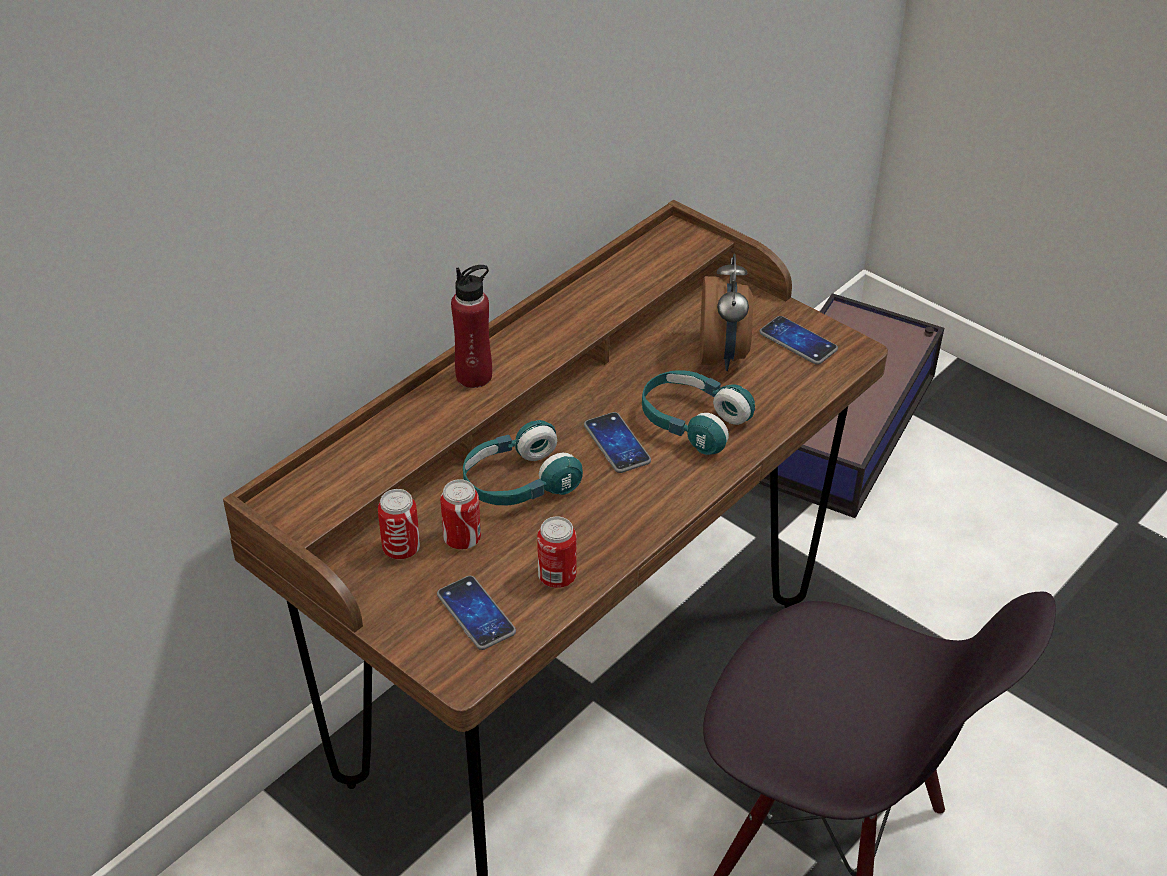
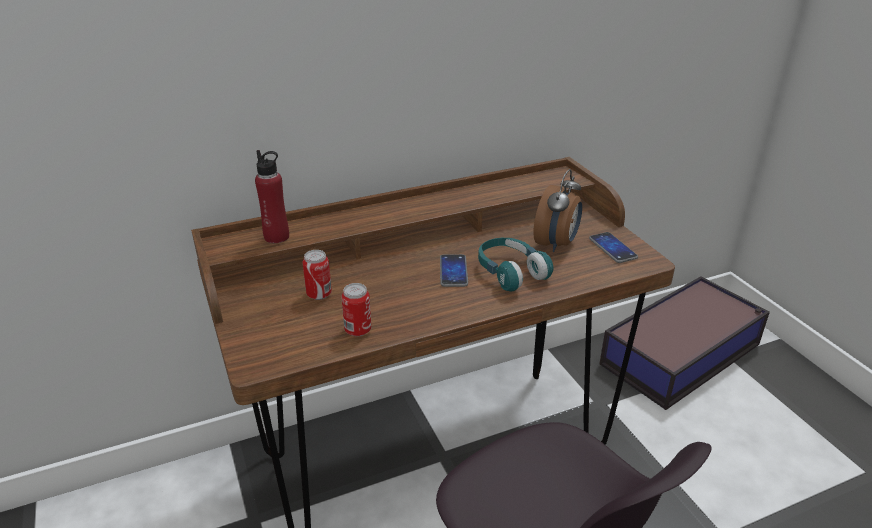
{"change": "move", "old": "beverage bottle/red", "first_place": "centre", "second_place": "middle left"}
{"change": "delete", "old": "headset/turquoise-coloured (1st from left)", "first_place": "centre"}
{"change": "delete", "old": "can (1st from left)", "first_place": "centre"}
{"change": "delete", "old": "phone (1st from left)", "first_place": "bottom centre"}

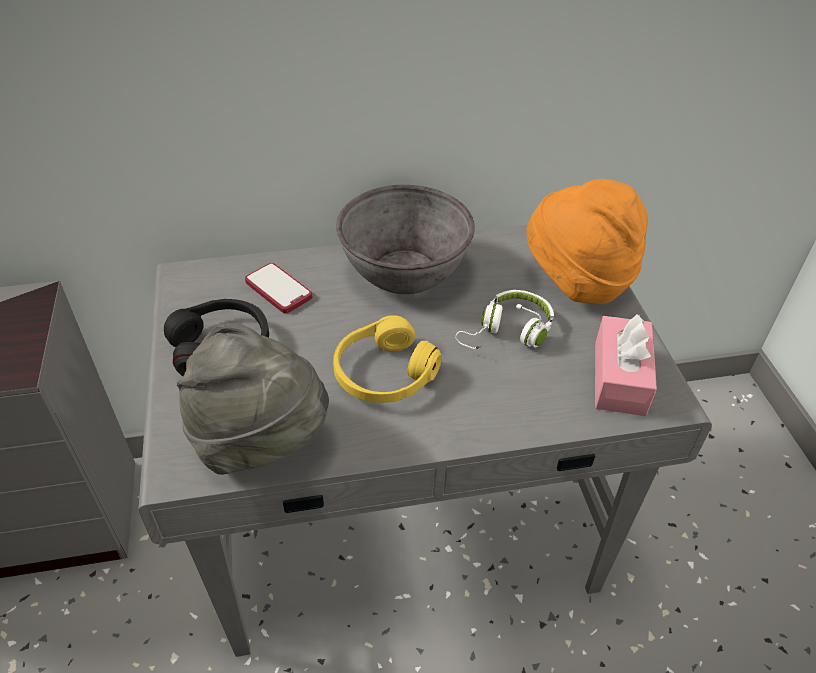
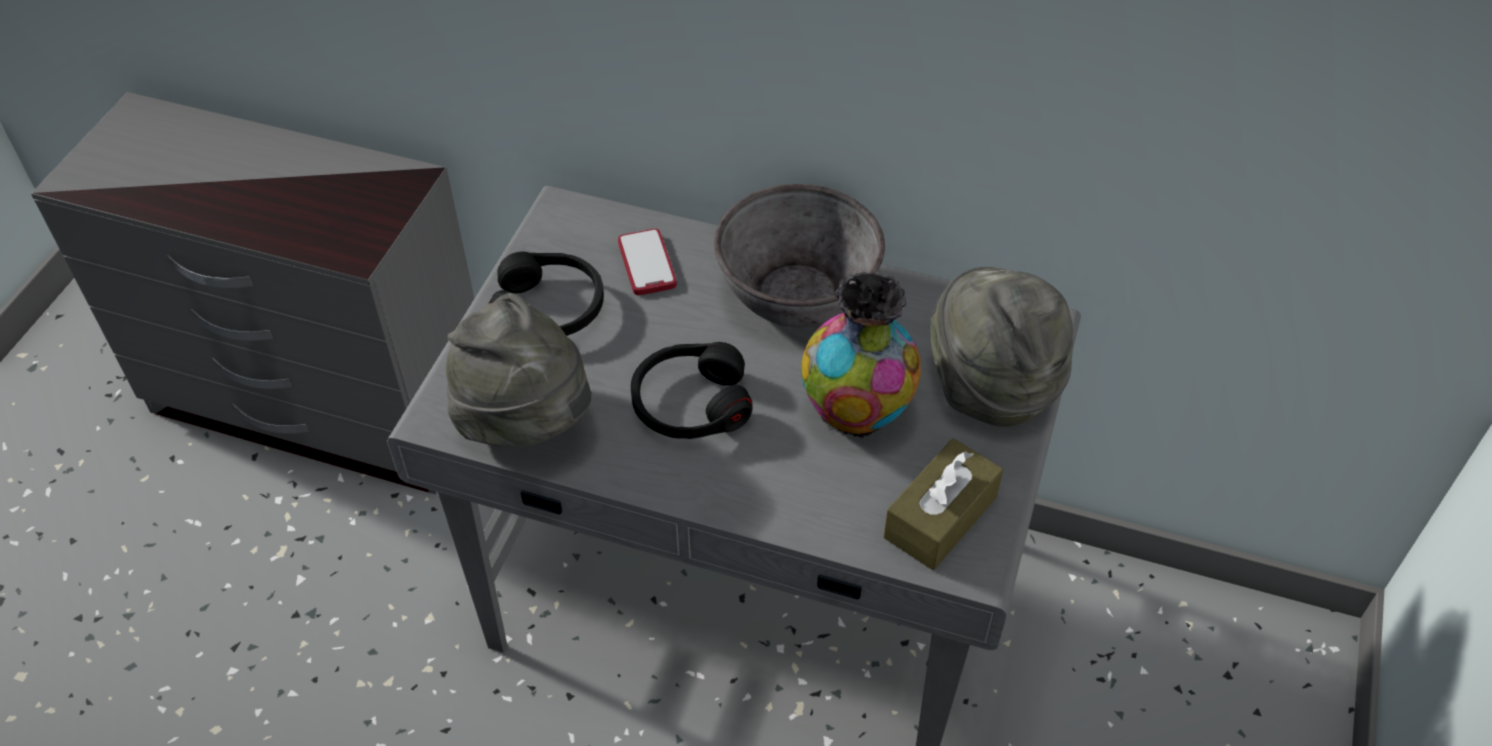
{"change": "recolor", "old": "wearable hat/orange-coloured", "new": "wearable hat/grey (2nd from left)", "first_place": "middle right", "second_place": "middle right"}
{"change": "replace", "old": "headset/whitish", "new": "flower vase", "first_place": "centre", "second_place": "centre"}
{"change": "recolor", "old": "tissue holder/pink-coloured", "new": "tissue holder/brown", "first_place": "middle right", "second_place": "bottom centre"}
{"change": "recolor", "old": "headset/yellowish", "new": "headset/blackish (2nd from left)", "first_place": "centre", "second_place": "centre"}

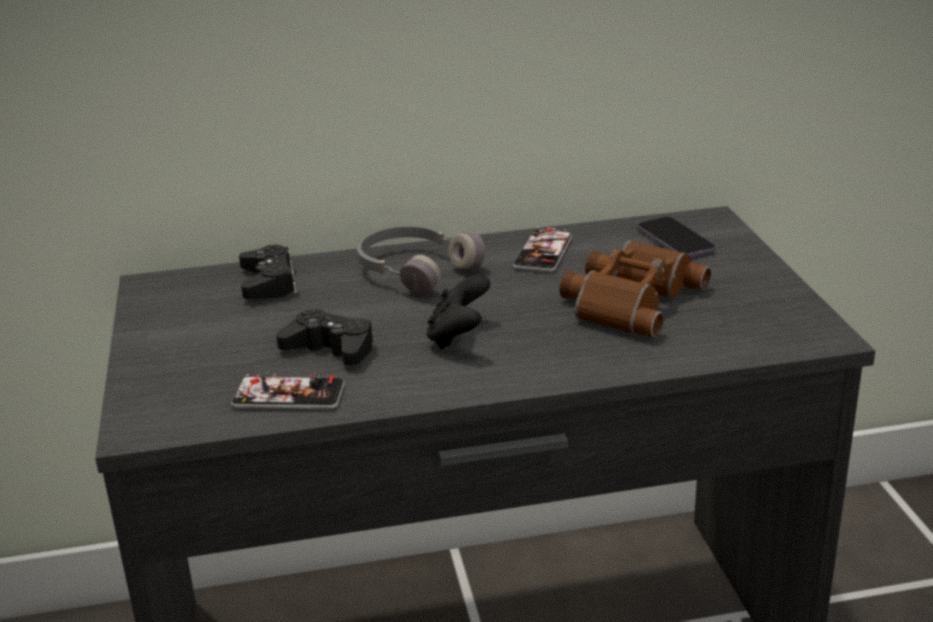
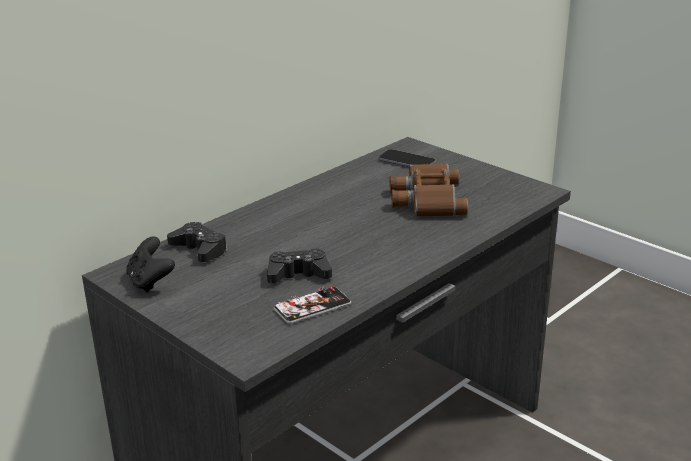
{"change": "delete", "old": "headset/grey", "first_place": "centre"}
{"change": "delete", "old": "phone (2nd from left)", "first_place": "centre"}
{"change": "move", "old": "gamepad/blackish (3rd from left in the first image)", "new": "gamepad/blackish (1st from left)", "first_place": "centre", "second_place": "middle left"}

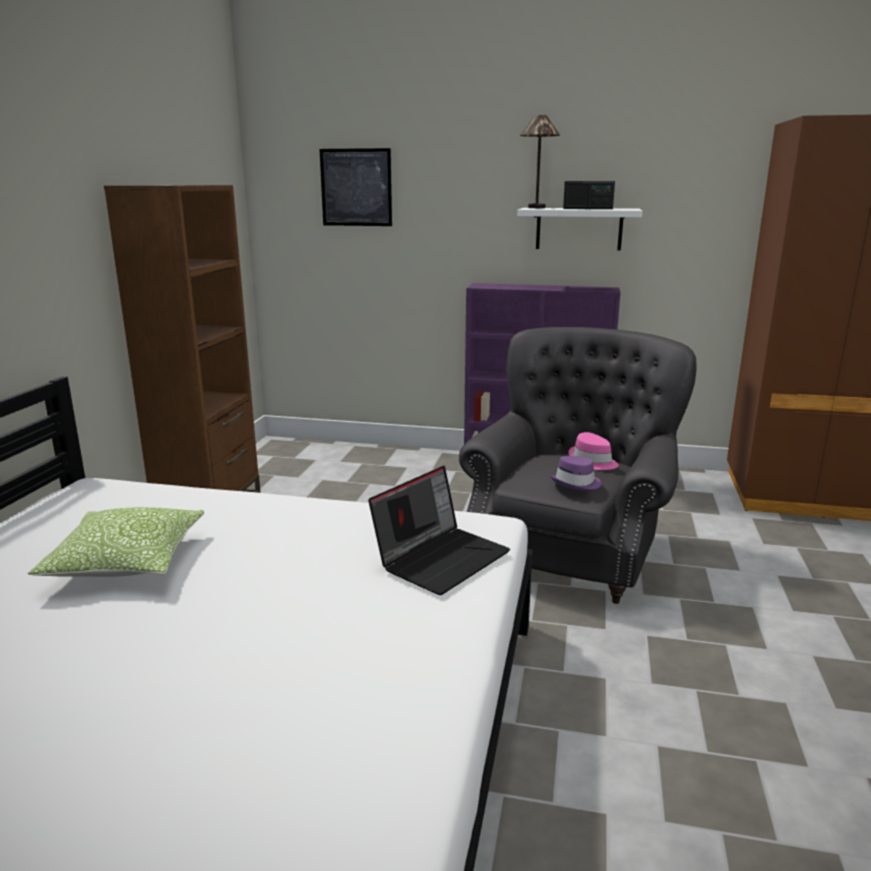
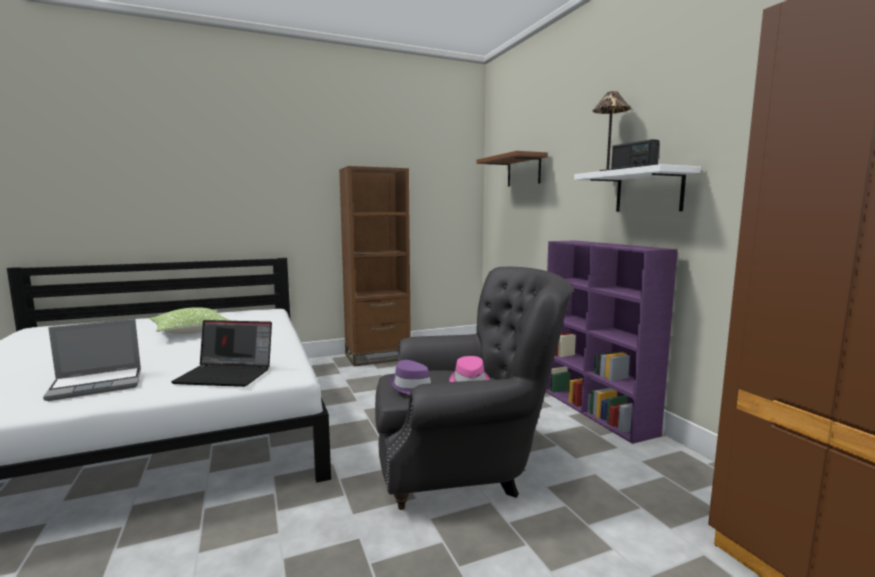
{"change": "replace", "old": "wall art", "new": "bracket shelf/brown", "first_place": "top centre", "second_place": "top centre"}
{"change": "insert", "new": "portable computer (1st from left)", "second_place": "middle left"}

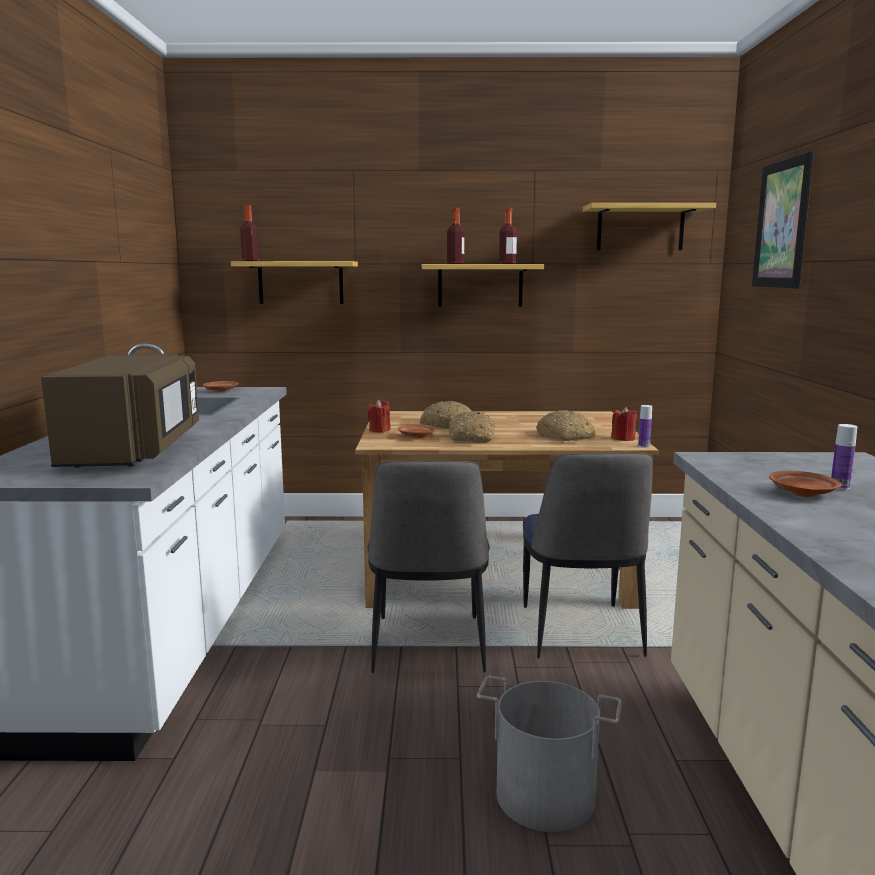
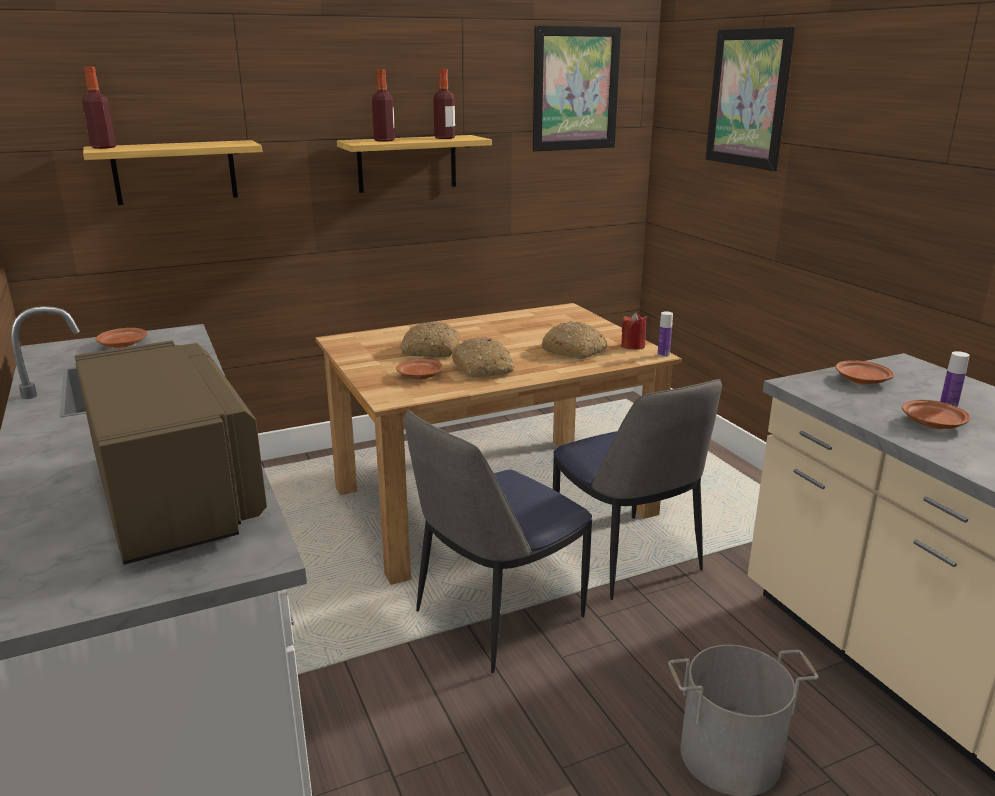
{"change": "replace", "old": "bracket shelf (3rd from left)", "new": "wall art (1st from left)", "first_place": "top right", "second_place": "top centre"}
{"change": "delete", "old": "wax candle/red (1st from left)", "first_place": "centre"}
{"change": "rotate", "old": "upright chair (1st from left)", "first_place": "centre", "second_place": "bottom centre", "degrees": 75}
{"change": "insert", "new": "plate/brown (3rd from left)", "second_place": "middle right"}

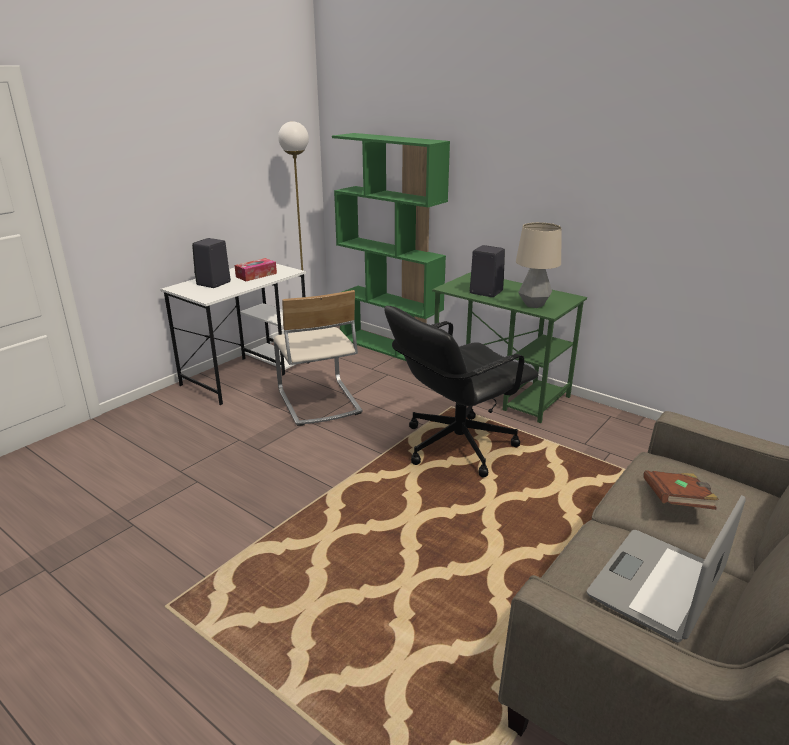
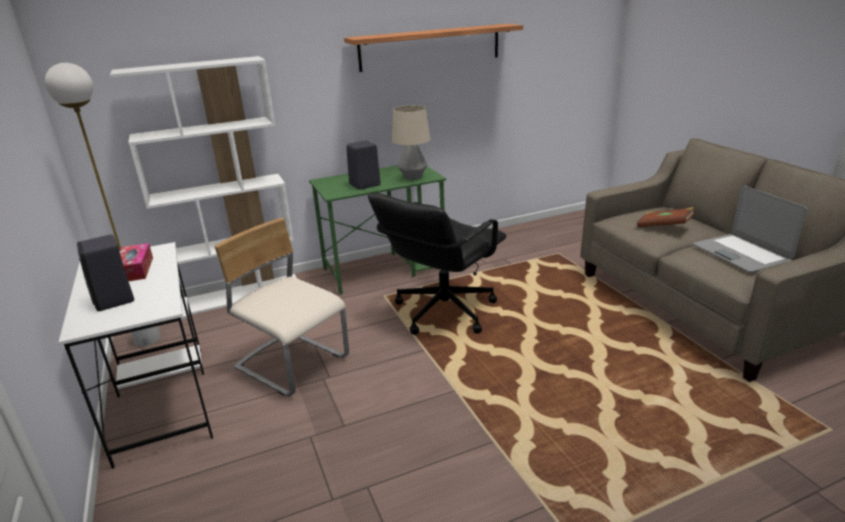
{"change": "recolor", "old": "bookcase/green-coloured", "new": "bookcase/whitish", "first_place": "top centre", "second_place": "middle left"}
{"change": "rotate", "old": "upright chair/sand-coloured", "first_place": "centre", "second_place": "middle left", "degrees": -150}
{"change": "rotate", "old": "computer chair/blackish", "first_place": "centre", "second_place": "centre", "degrees": 45}
{"change": "insert", "new": "bracket shelf", "second_place": "top centre"}

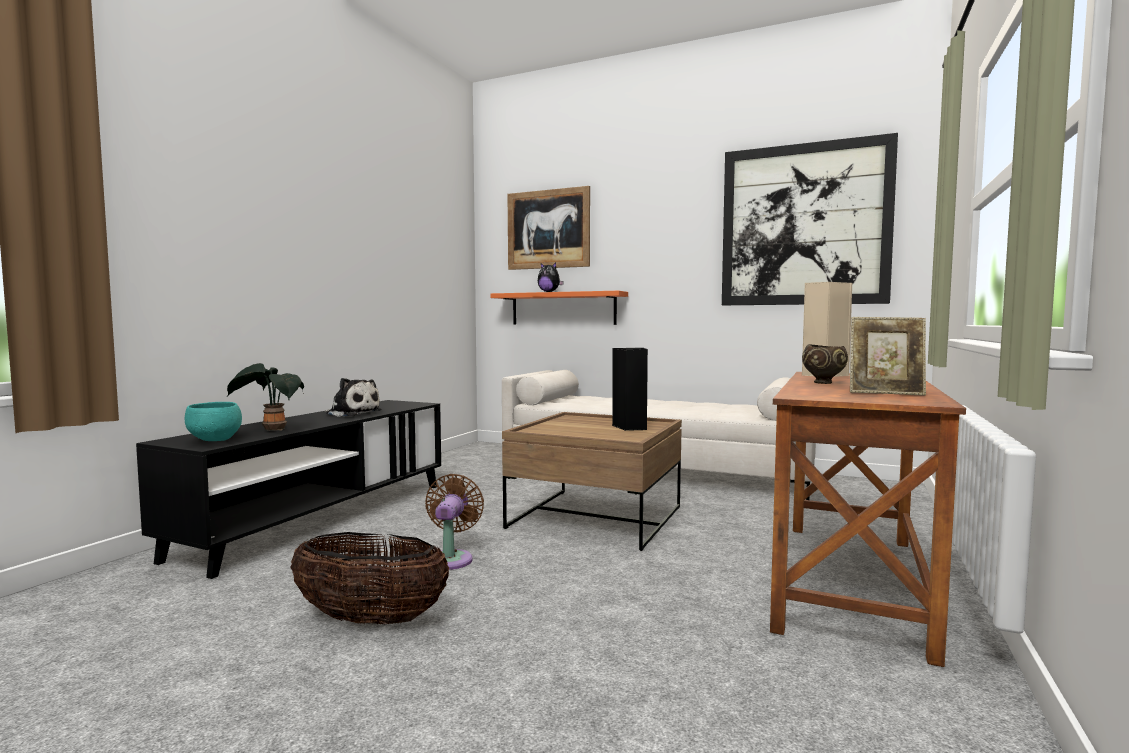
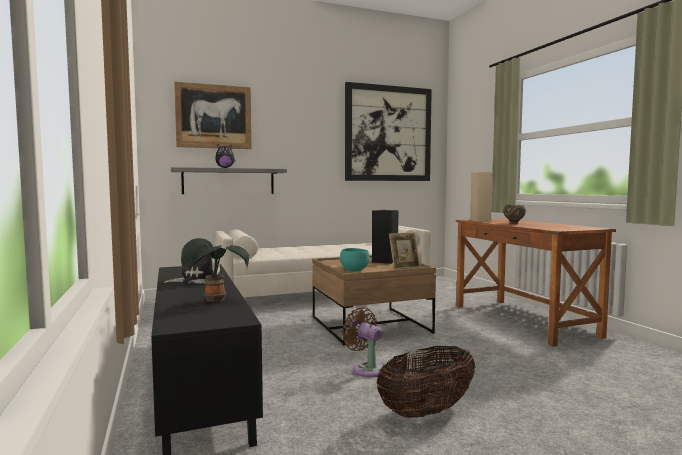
{"change": "recolor", "old": "bracket shelf/orange-coloured", "new": "bracket shelf/grey", "first_place": "centre", "second_place": "centre"}
{"change": "move", "old": "photo frame", "first_place": "middle right", "second_place": "centre"}
{"change": "move", "old": "bowl/turquoise-coloured", "first_place": "middle left", "second_place": "centre"}

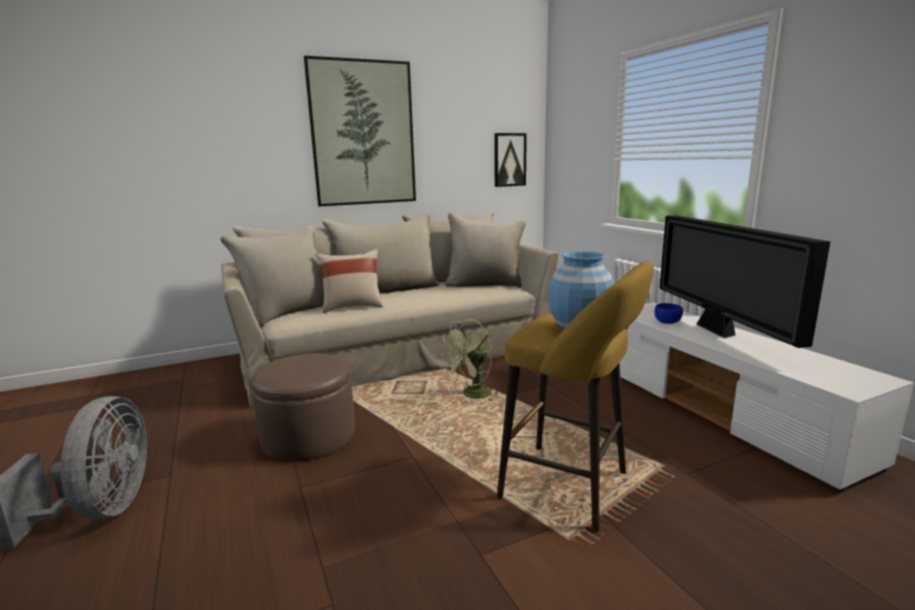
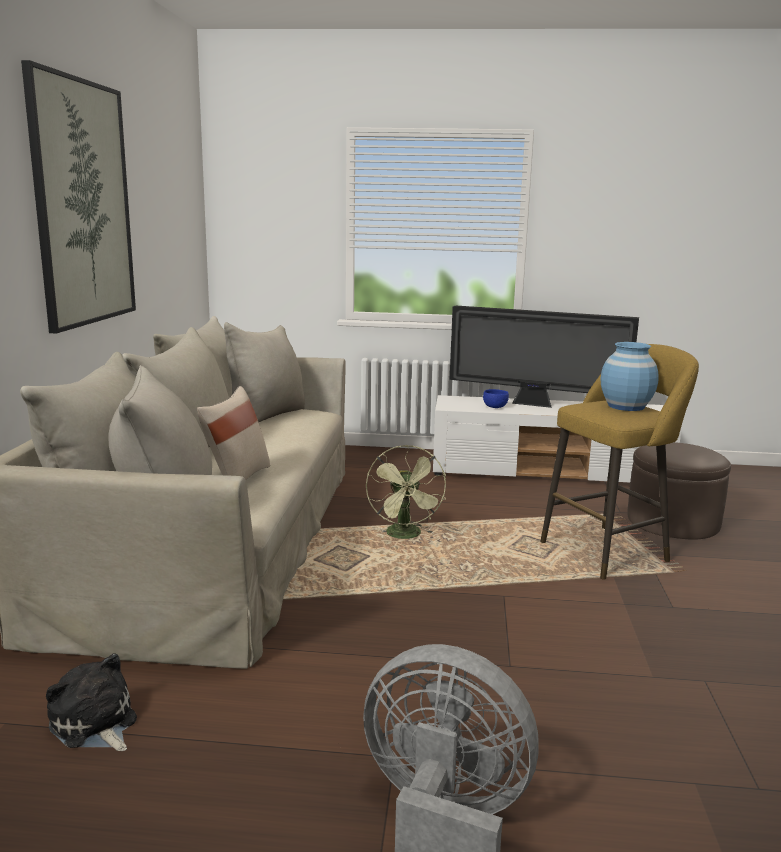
{"change": "delete", "old": "wall art (2nd from left)", "first_place": "top centre"}
{"change": "move", "old": "pouffe/brown", "first_place": "bottom left", "second_place": "middle right"}
{"change": "insert", "new": "plush toy", "second_place": "bottom left"}

